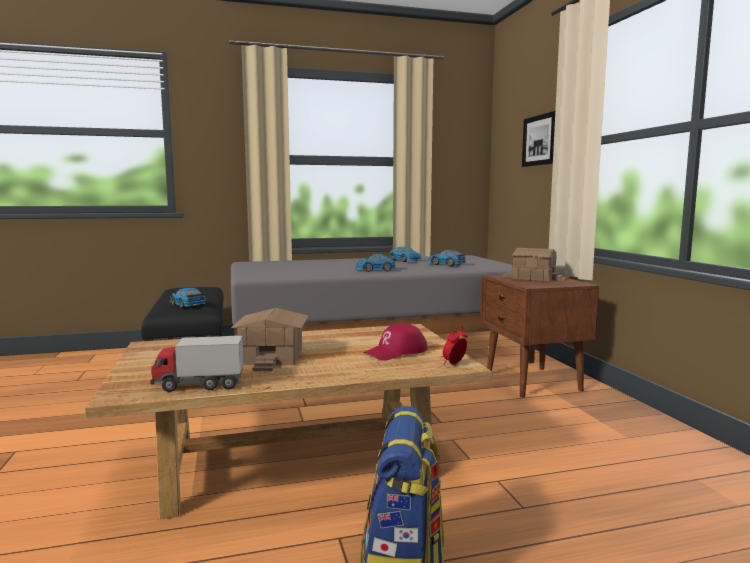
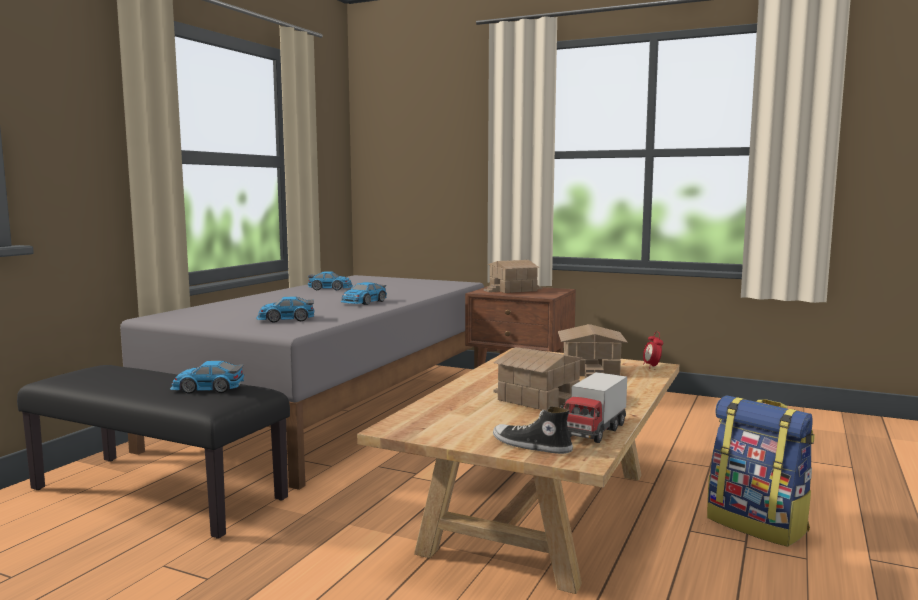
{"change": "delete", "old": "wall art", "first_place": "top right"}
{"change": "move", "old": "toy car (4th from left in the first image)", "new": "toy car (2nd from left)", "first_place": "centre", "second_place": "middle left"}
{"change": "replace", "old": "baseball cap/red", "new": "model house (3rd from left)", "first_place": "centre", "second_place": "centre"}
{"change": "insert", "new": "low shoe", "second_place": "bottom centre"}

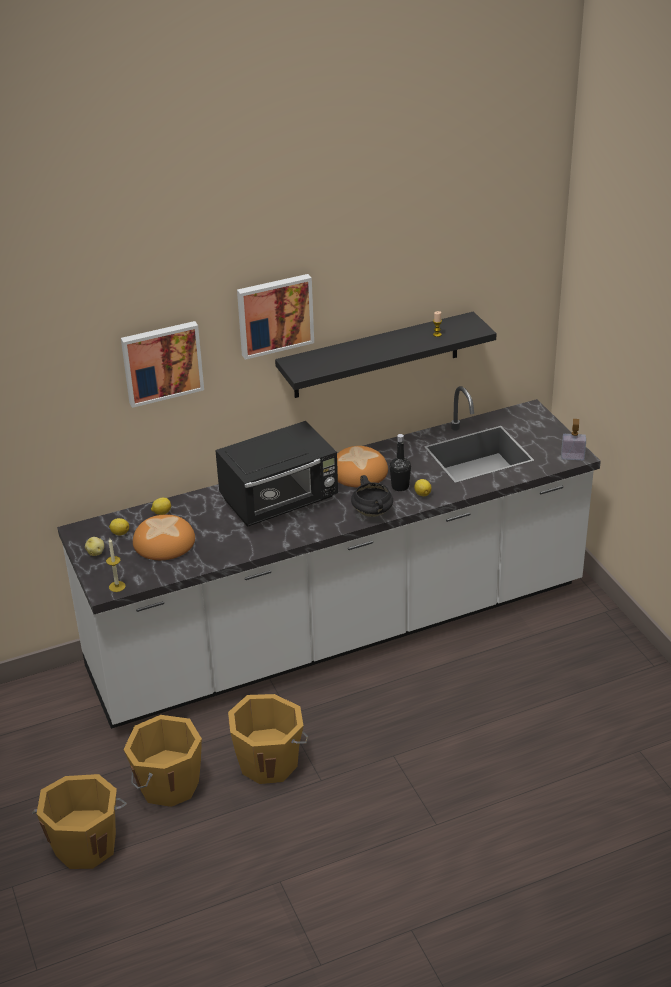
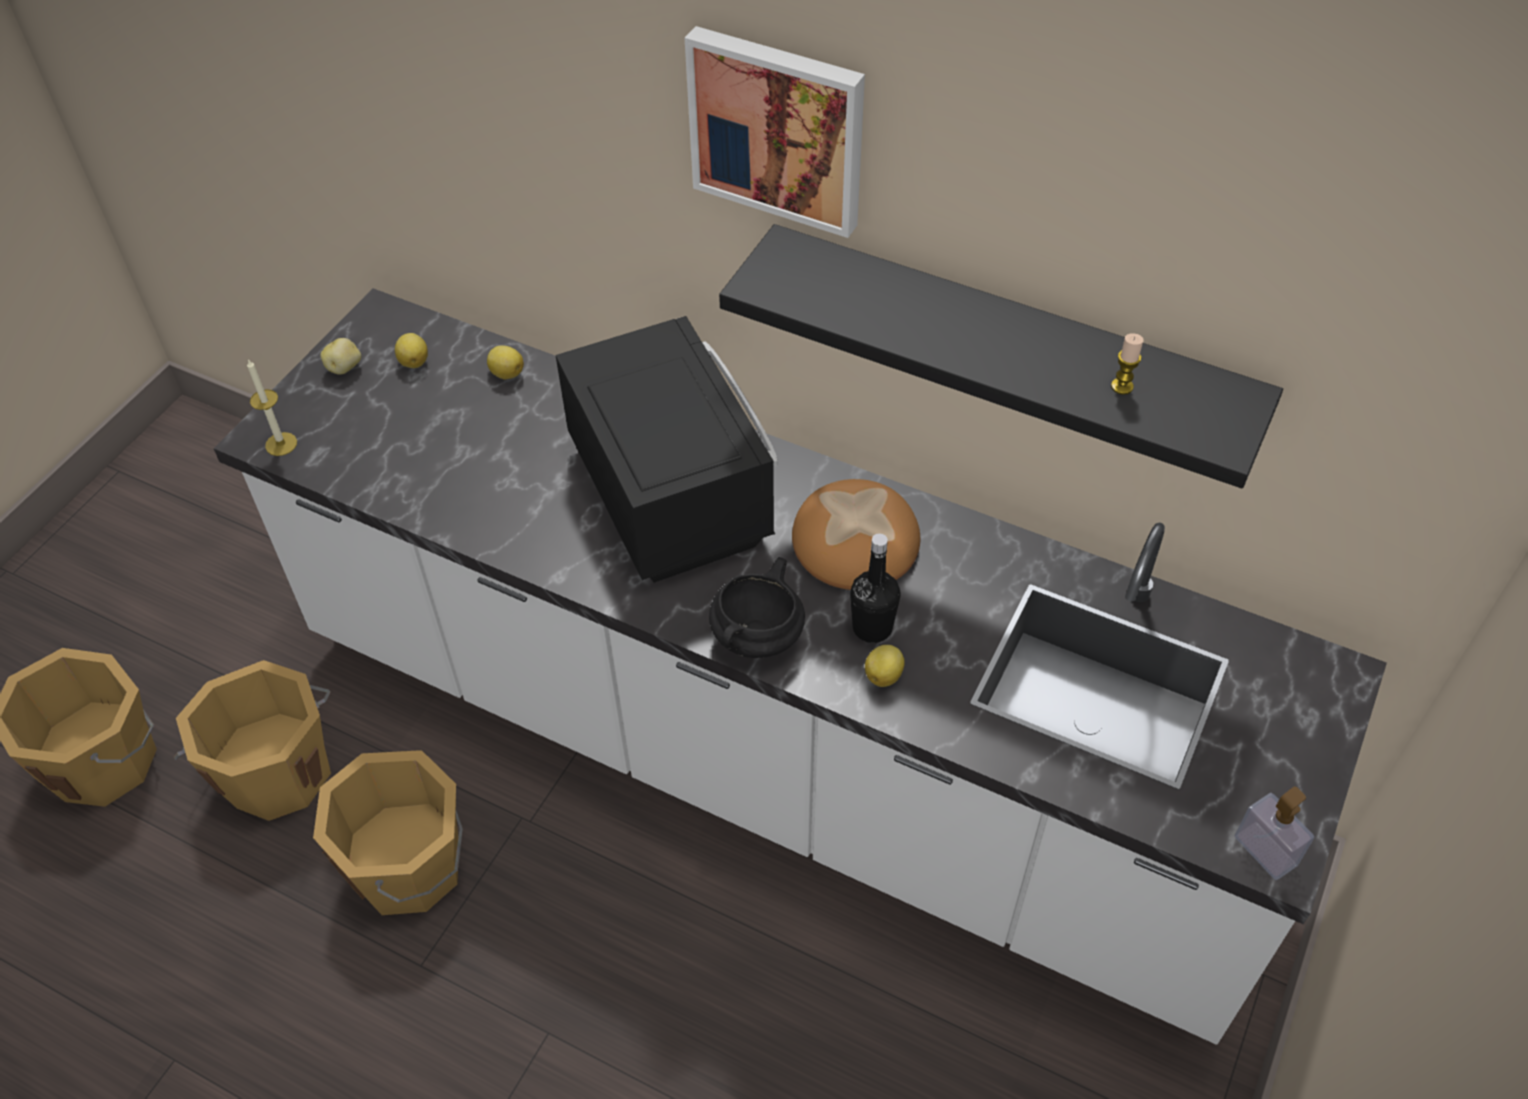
{"change": "delete", "old": "wall art (1st from left)", "first_place": "middle left"}
{"change": "rotate", "old": "microwave/blackish", "first_place": "centre", "second_place": "centre", "degrees": -135}
{"change": "delete", "old": "bakery bread (1st from left)", "first_place": "middle left"}

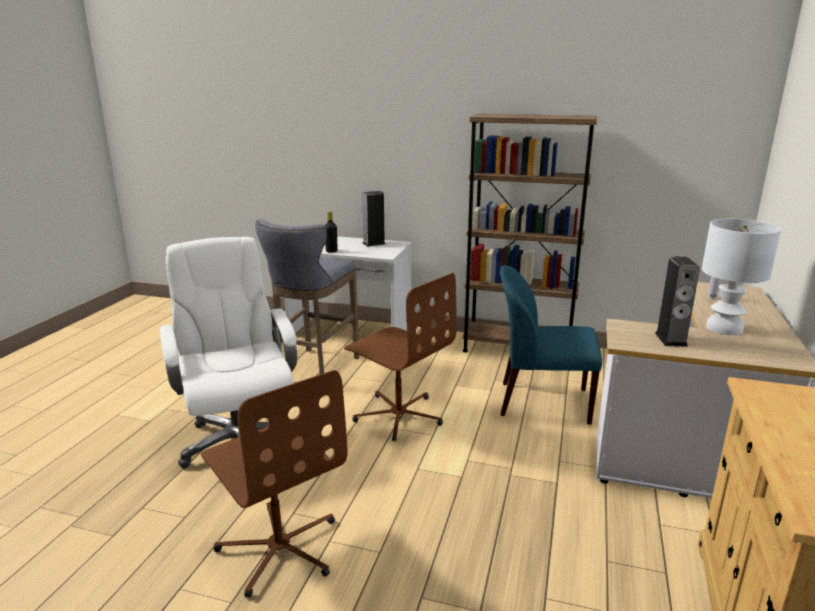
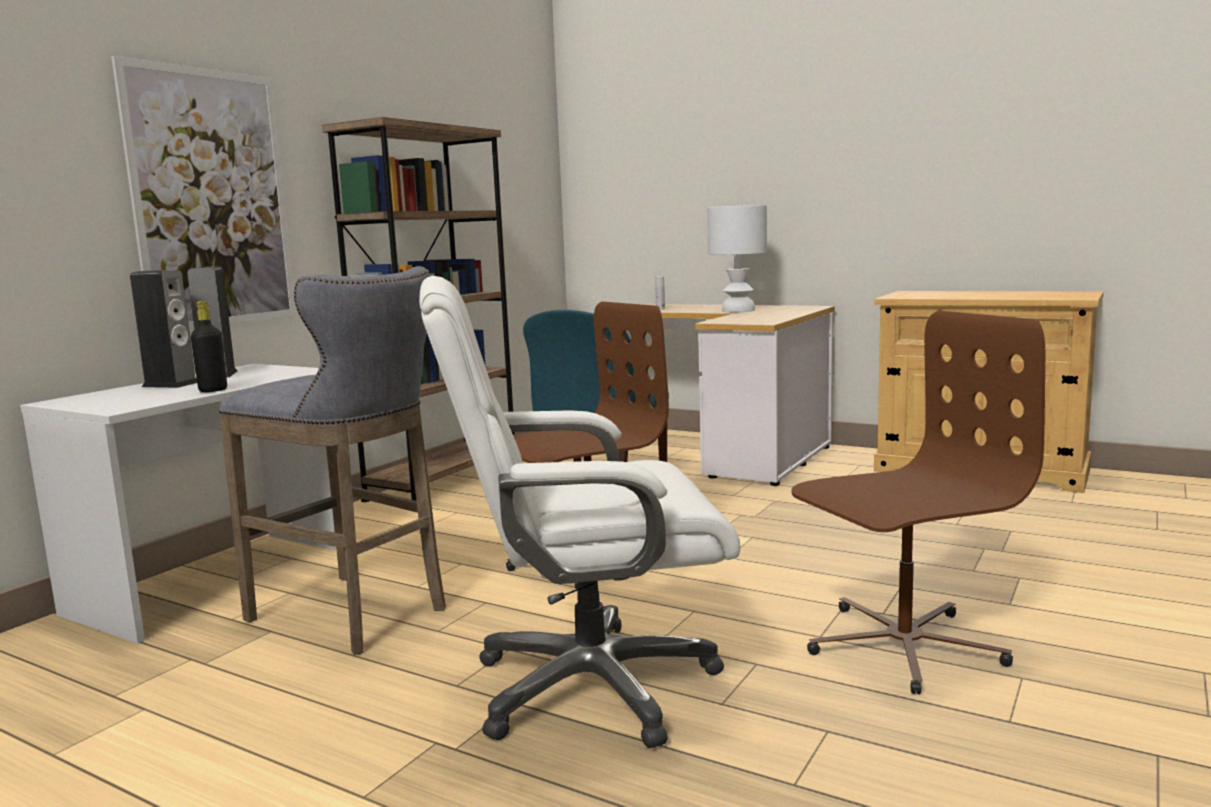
{"change": "move", "old": "audio speaker (2nd from left in the first image)", "new": "audio speaker (1st from left)", "first_place": "middle right", "second_place": "middle left"}
{"change": "insert", "new": "wall art", "second_place": "top left"}

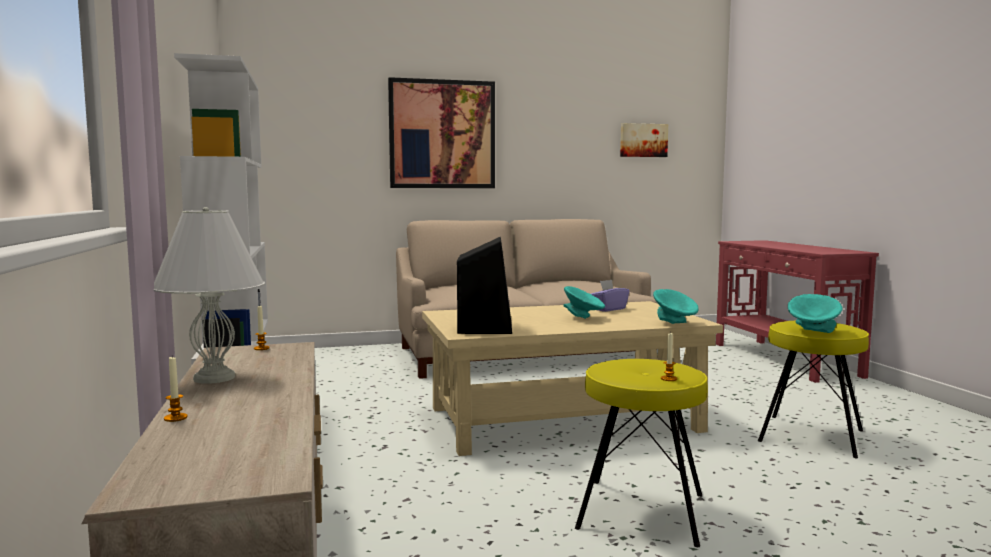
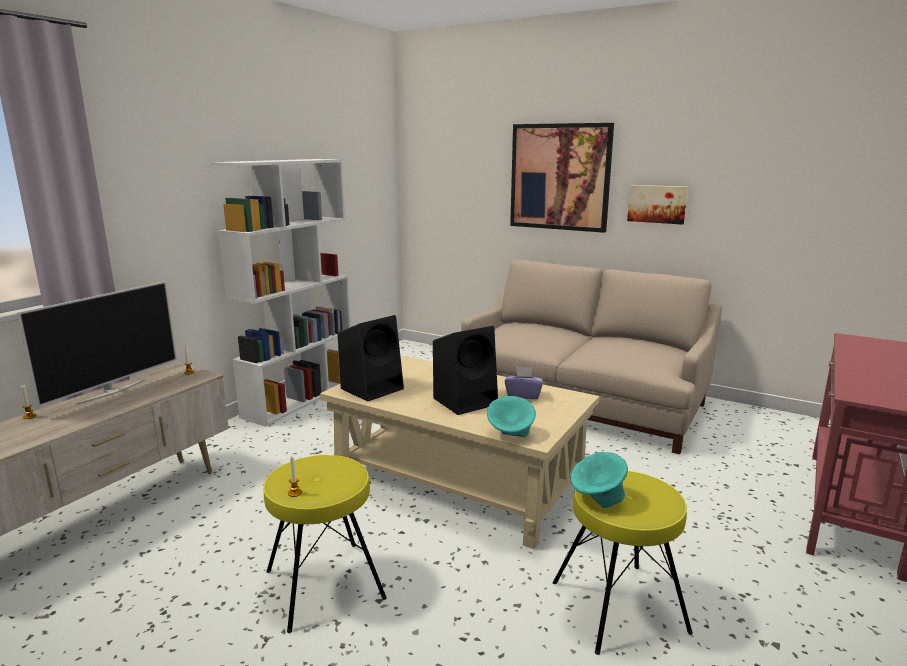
{"change": "move", "old": "wall art (2nd from left)", "first_place": "top centre", "second_place": "top right"}
{"change": "replace", "old": "tabletop lamp/whitish", "new": "TV", "first_place": "middle left", "second_place": "middle left"}
{"change": "replace", "old": "bowl/turquoise-coloured (1st from left)", "new": "audio speaker/blackish (2nd from left)", "first_place": "centre", "second_place": "centre"}

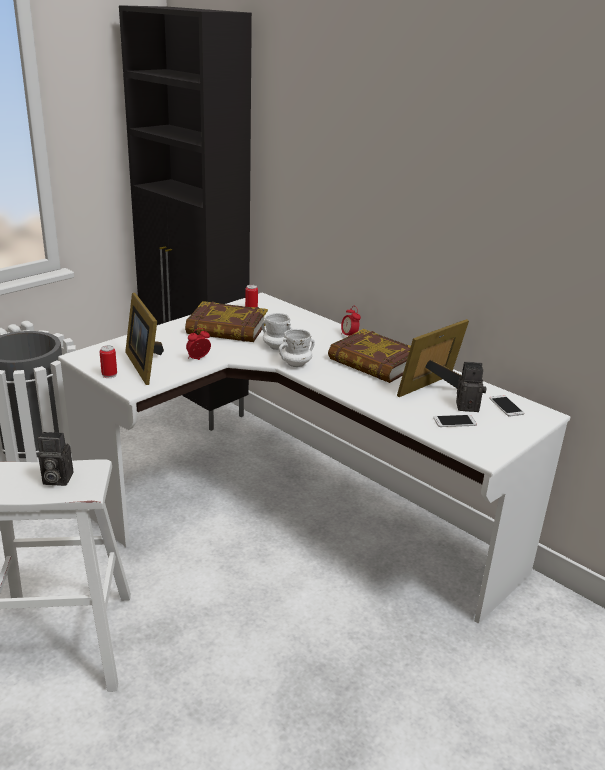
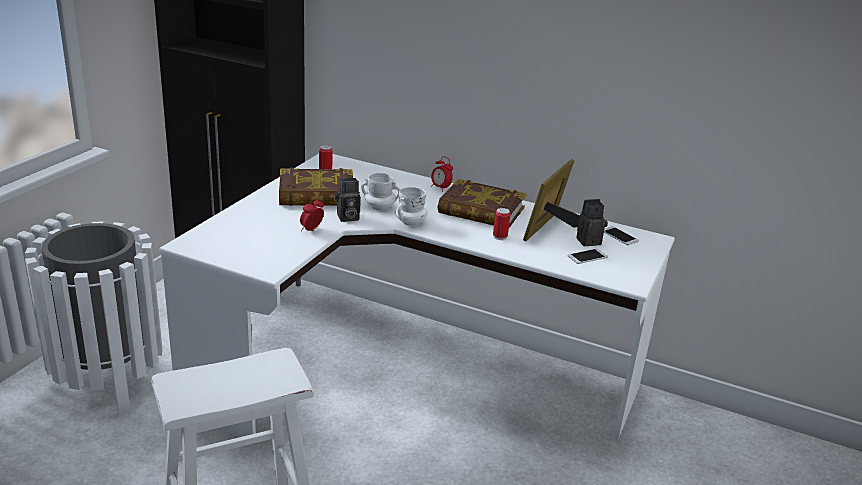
{"change": "delete", "old": "photo frame (1st from left)", "first_place": "middle left"}
{"change": "move", "old": "can (1st from left in the first image)", "new": "can (2nd from left)", "first_place": "middle left", "second_place": "centre"}
{"change": "move", "old": "photo camera (1st from left)", "first_place": "middle left", "second_place": "centre"}

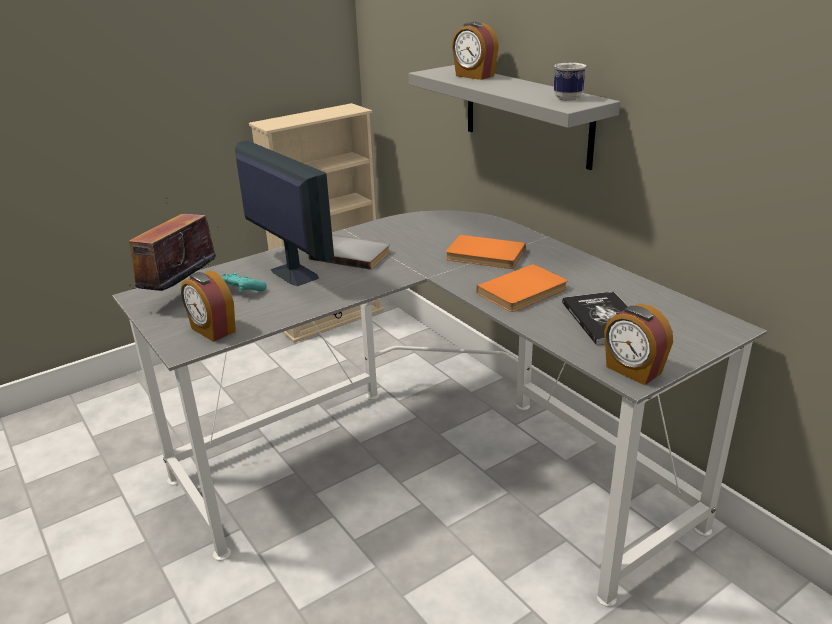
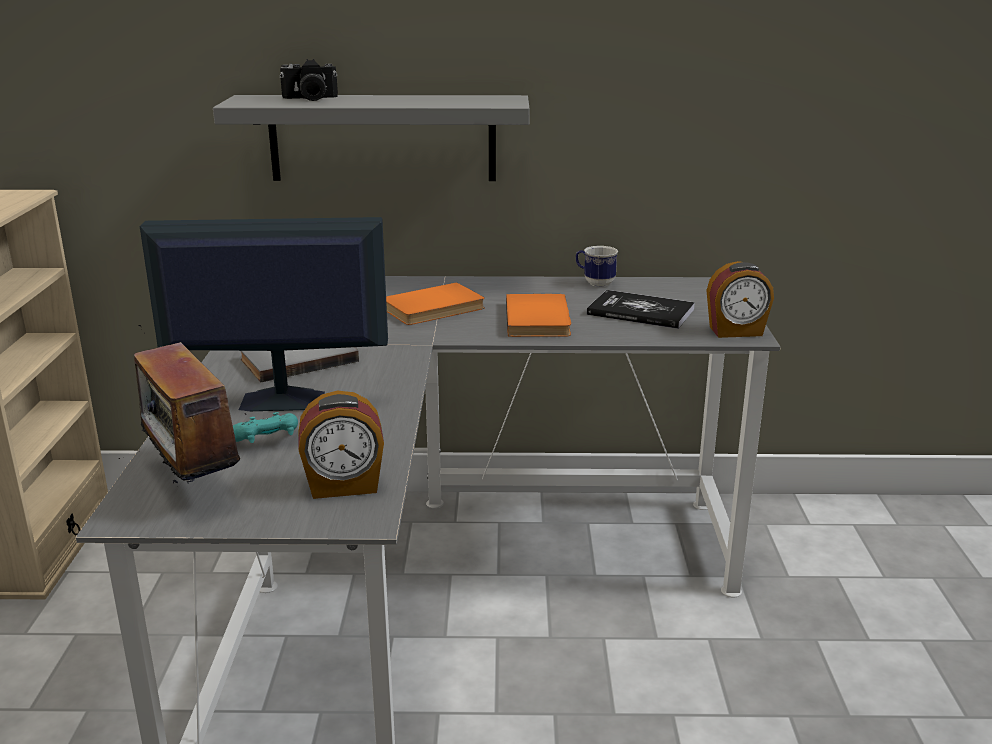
{"change": "replace", "old": "alarm clock (2nd from left)", "new": "photo camera", "first_place": "top centre", "second_place": "top left"}
{"change": "move", "old": "mug", "first_place": "top right", "second_place": "centre"}

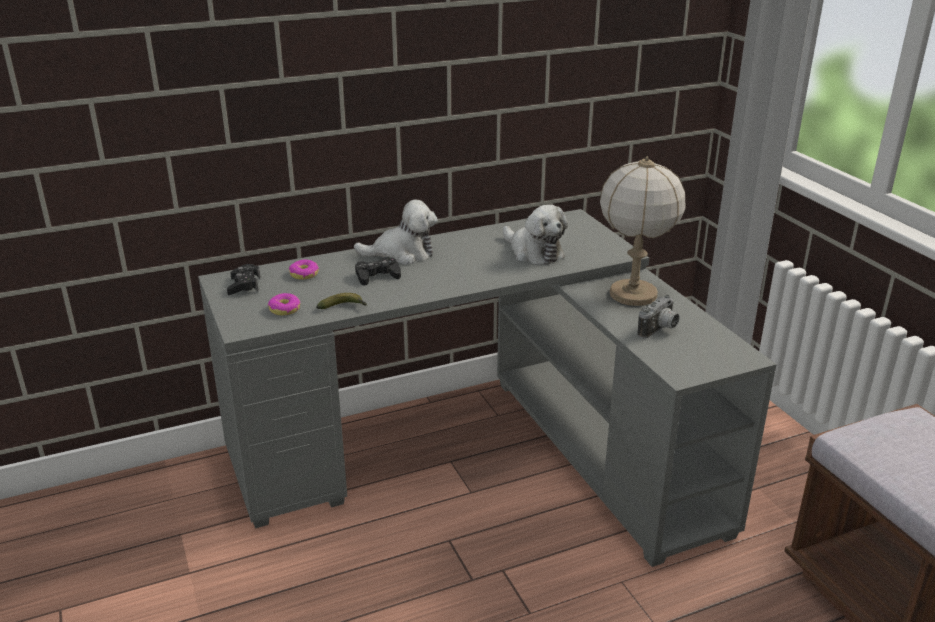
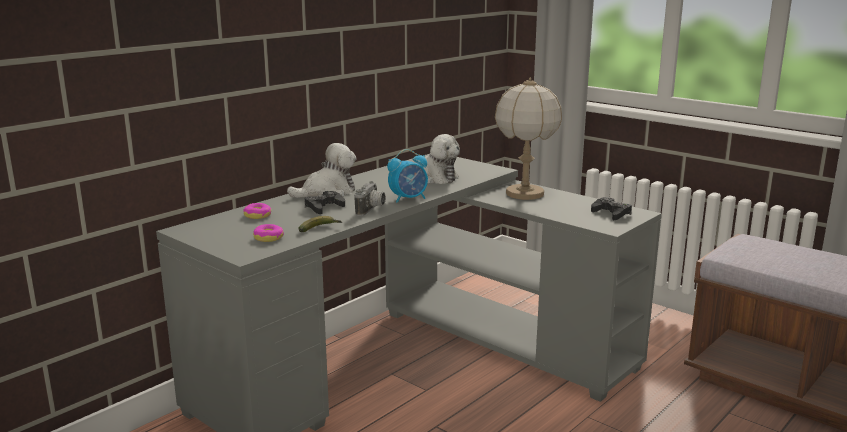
{"change": "move", "old": "gamepad/blackish (1st from left in the first image)", "new": "gamepad/blackish (2nd from left)", "first_place": "middle left", "second_place": "middle right"}
{"change": "move", "old": "photo camera", "first_place": "middle right", "second_place": "centre"}
{"change": "insert", "new": "alarm clock", "second_place": "centre"}

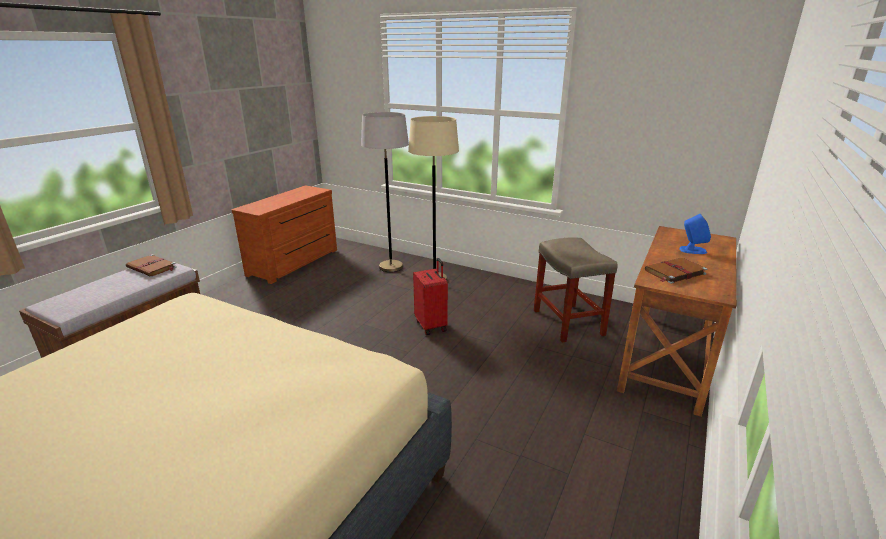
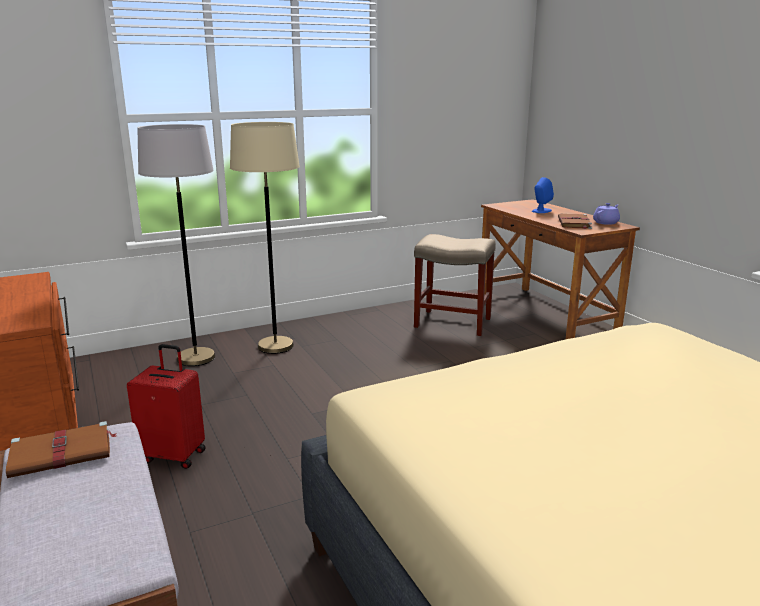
{"change": "move", "old": "suitcase/red", "first_place": "centre", "second_place": "bottom left"}
{"change": "insert", "new": "tea pot/purplish", "second_place": "middle right"}

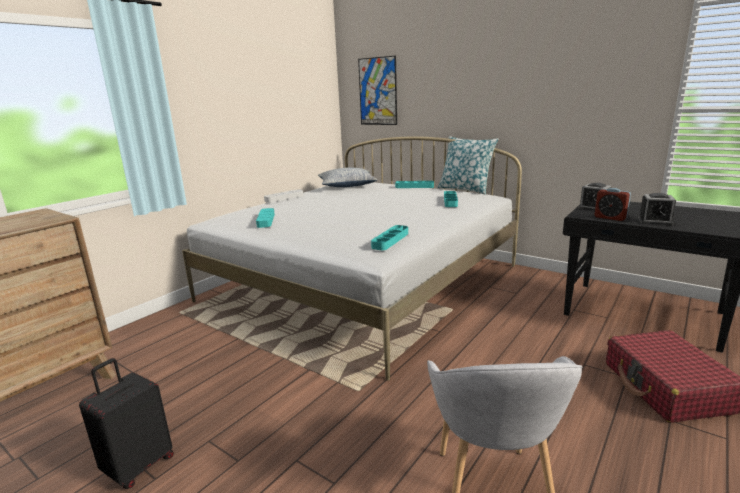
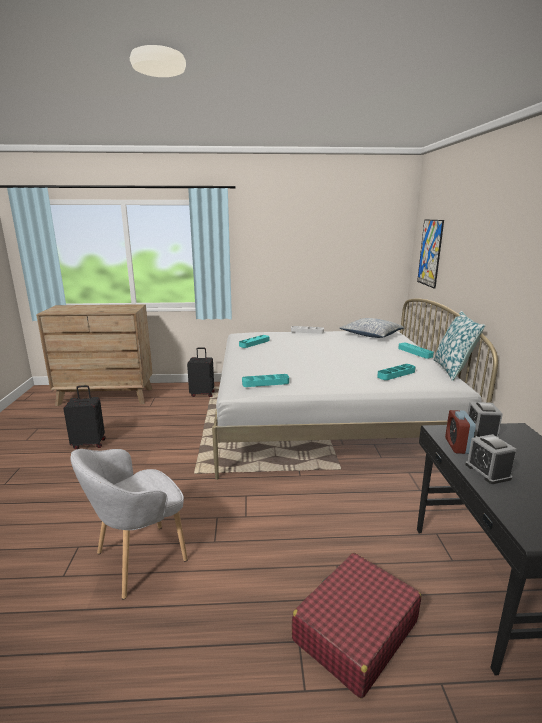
{"change": "insert", "new": "suitcase/blackish (2nd from left)", "second_place": "centre"}

